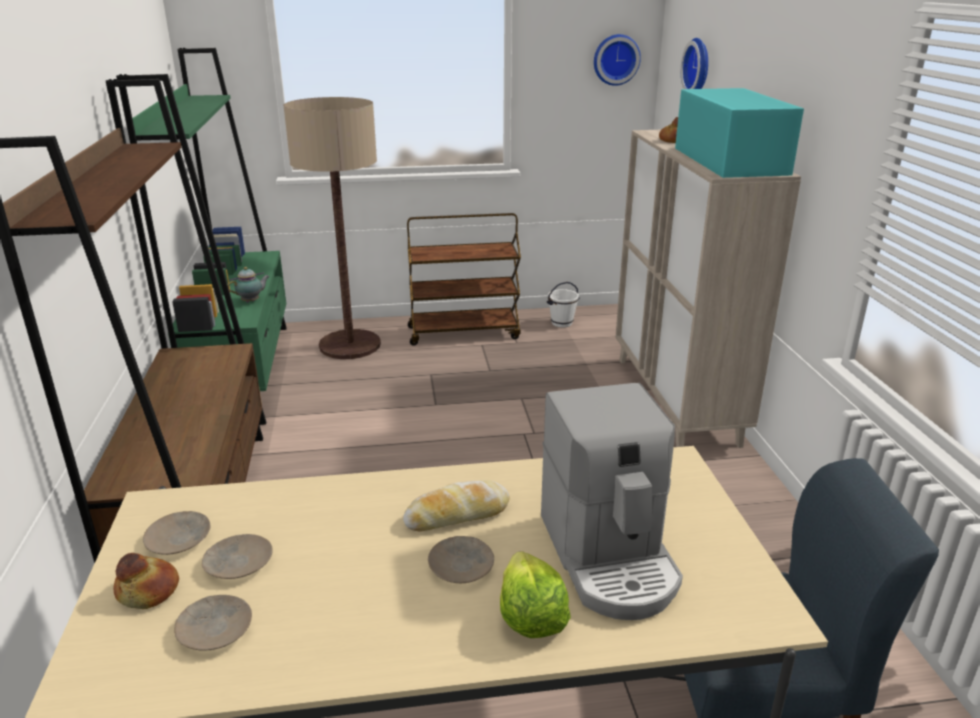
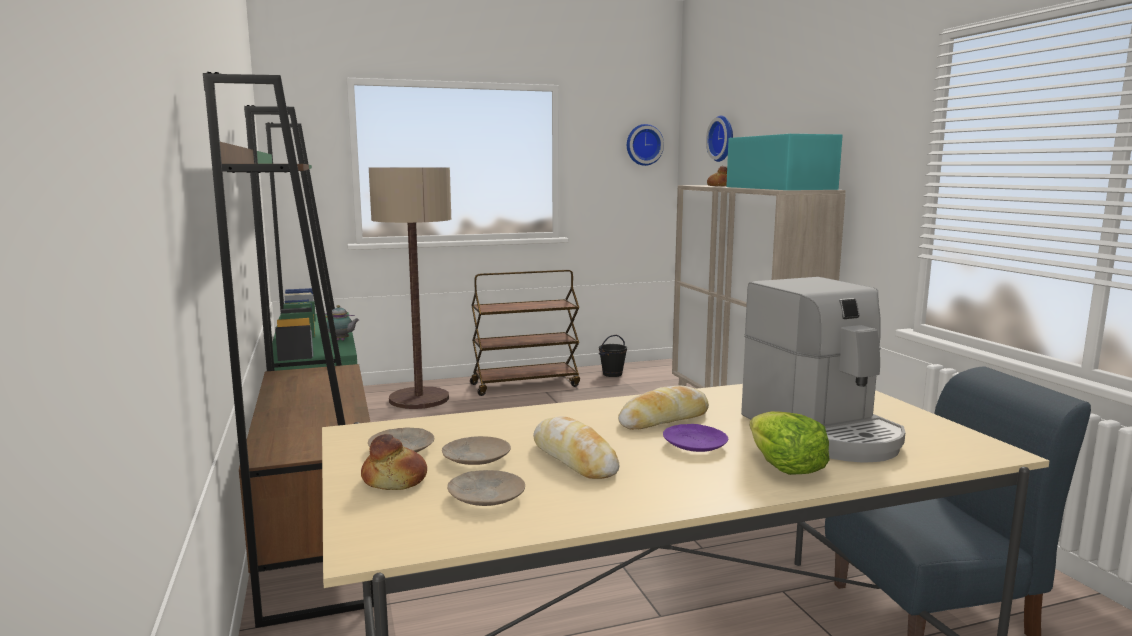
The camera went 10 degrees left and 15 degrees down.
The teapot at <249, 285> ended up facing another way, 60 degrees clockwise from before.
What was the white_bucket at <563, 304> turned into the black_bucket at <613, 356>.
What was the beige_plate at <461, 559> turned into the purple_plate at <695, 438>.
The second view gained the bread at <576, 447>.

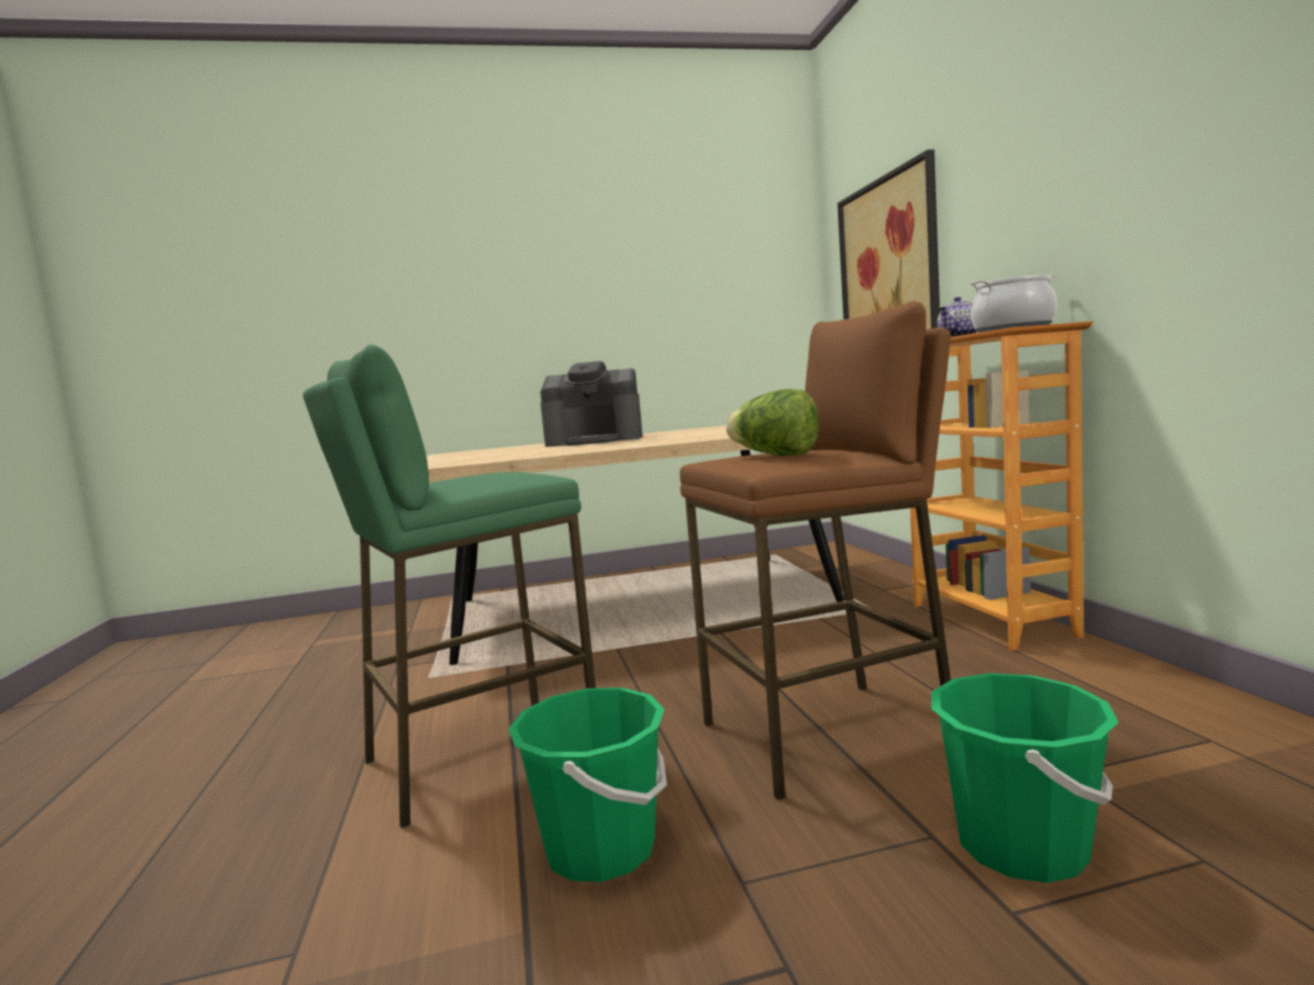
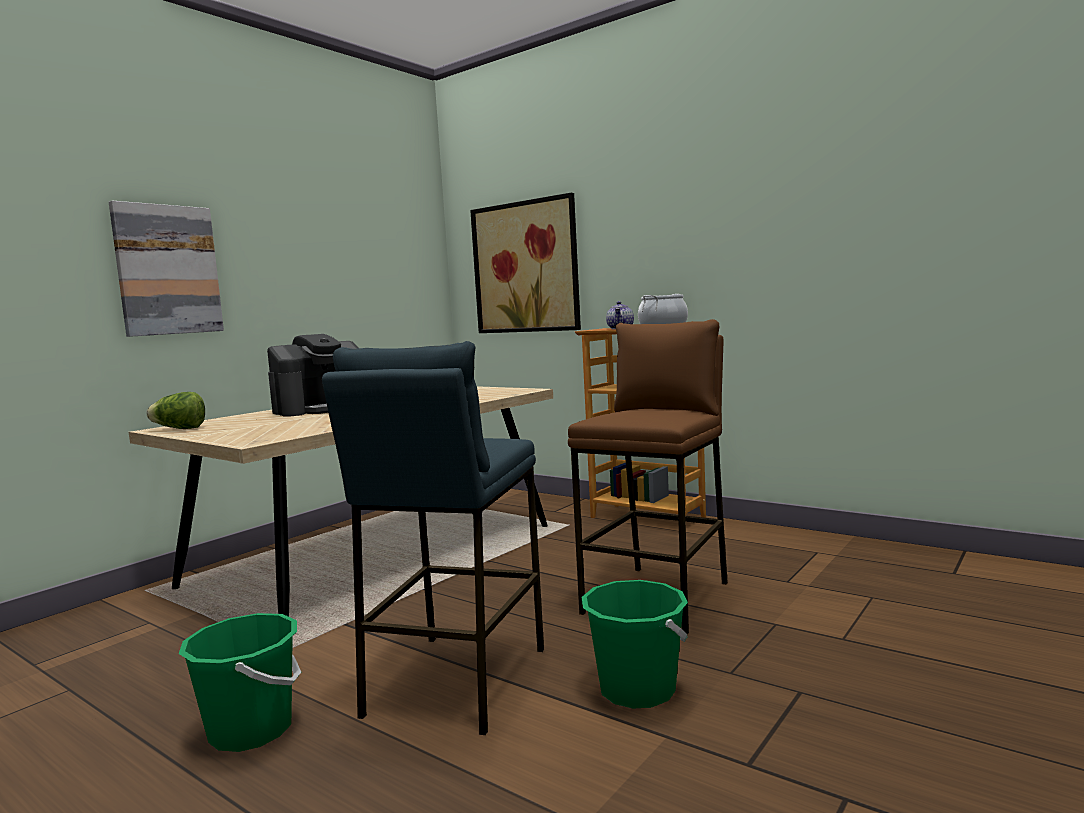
The camera went 40 degrees left and 0 degrees up.
What was the green_stool at <449, 586> turned into the blue_stool at <433, 538>.
The lettuce ended up elsewhere, having gone from <772, 422> to <176, 410>.
The green_bucket ended up elsewhere, having gone from <1025, 778> to <240, 682>.
The second view gained the picture at <166, 269>.

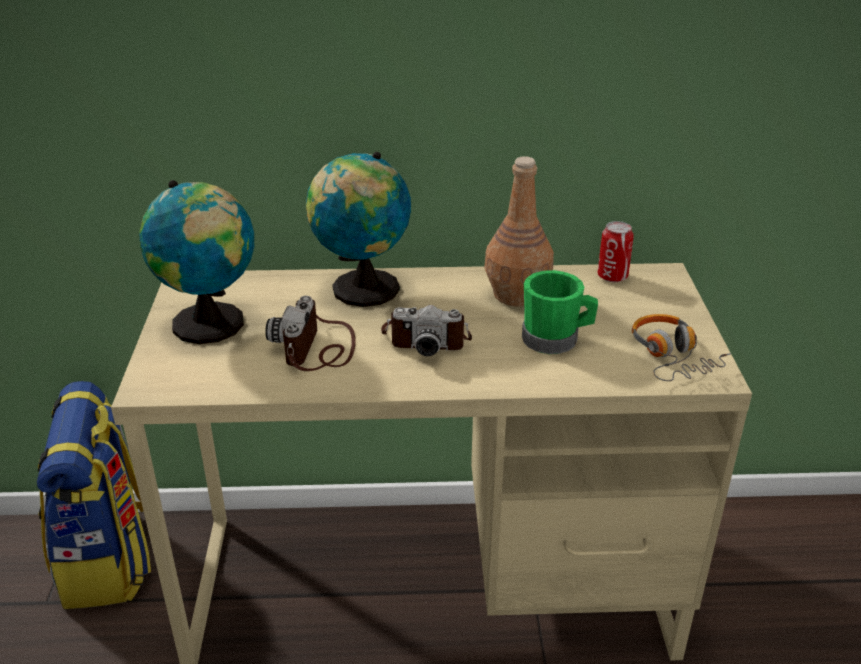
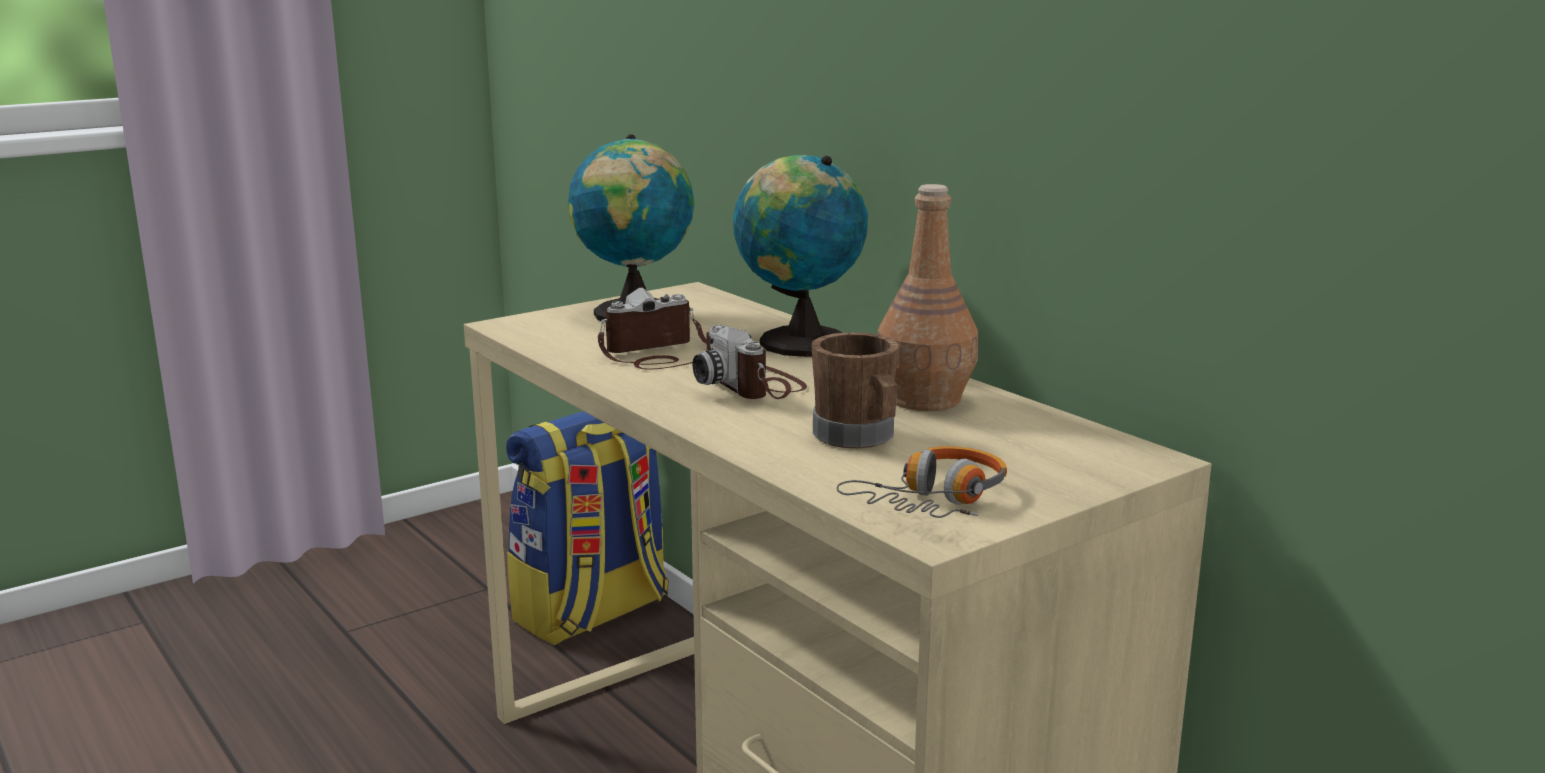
The camera went 55 degrees right and 15 degrees down.
The second view lost the can at <616, 251>.
What was the green_mug at <560, 312> turned into the brown_mug at <855, 390>.

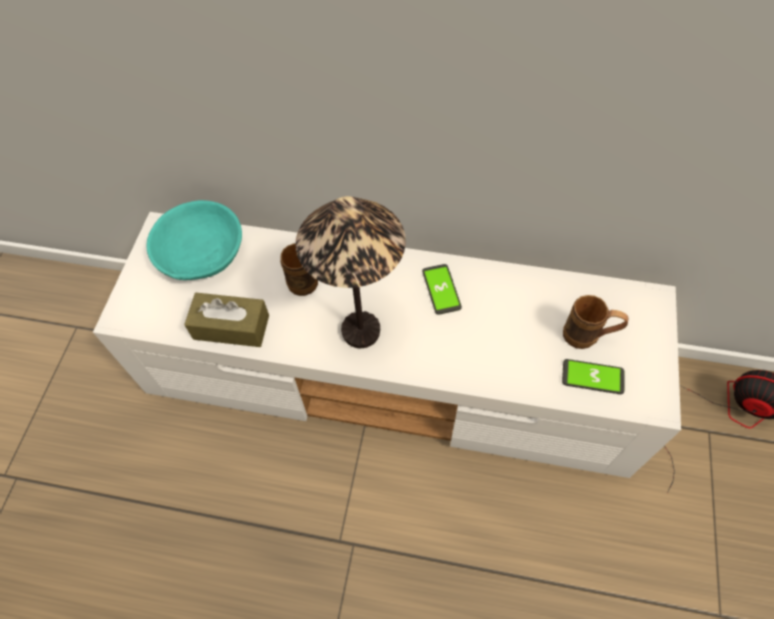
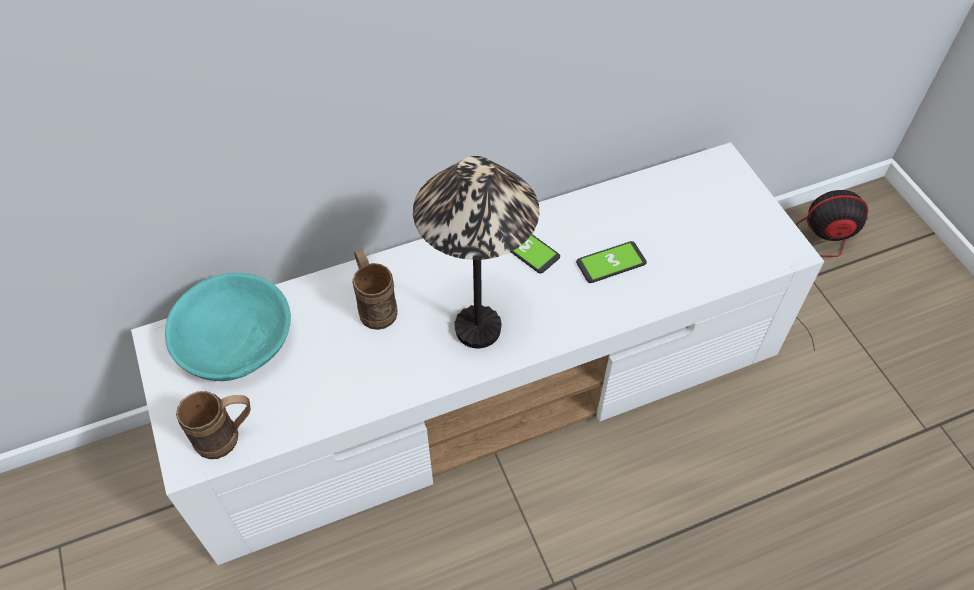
The camera went 35 degrees left and 5 degrees down.
The second view lost the brown_tissue_box at <226, 320>.
The brown_mug ended up elsewhere, having gone from <595, 322> to <213, 425>.
The phone ended up elsewhere, having gone from <593, 376> to <611, 262>.

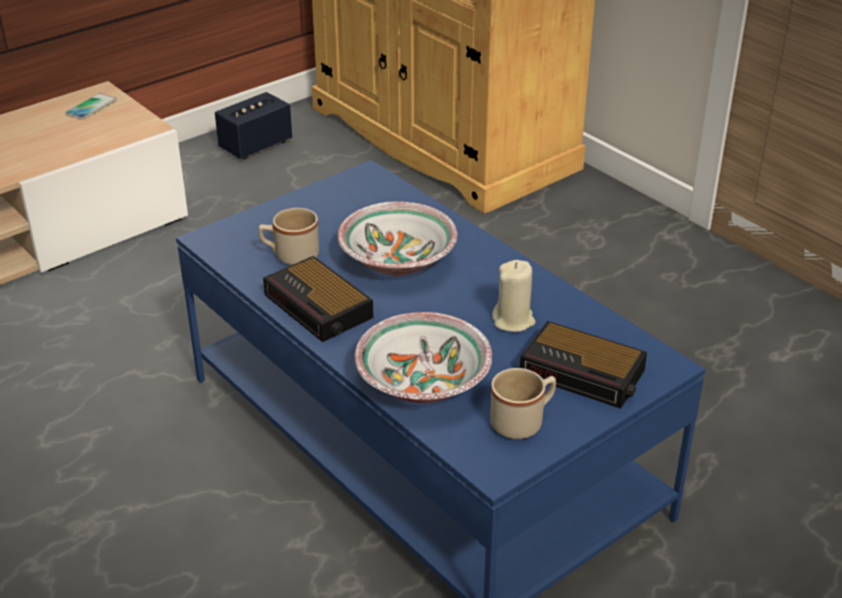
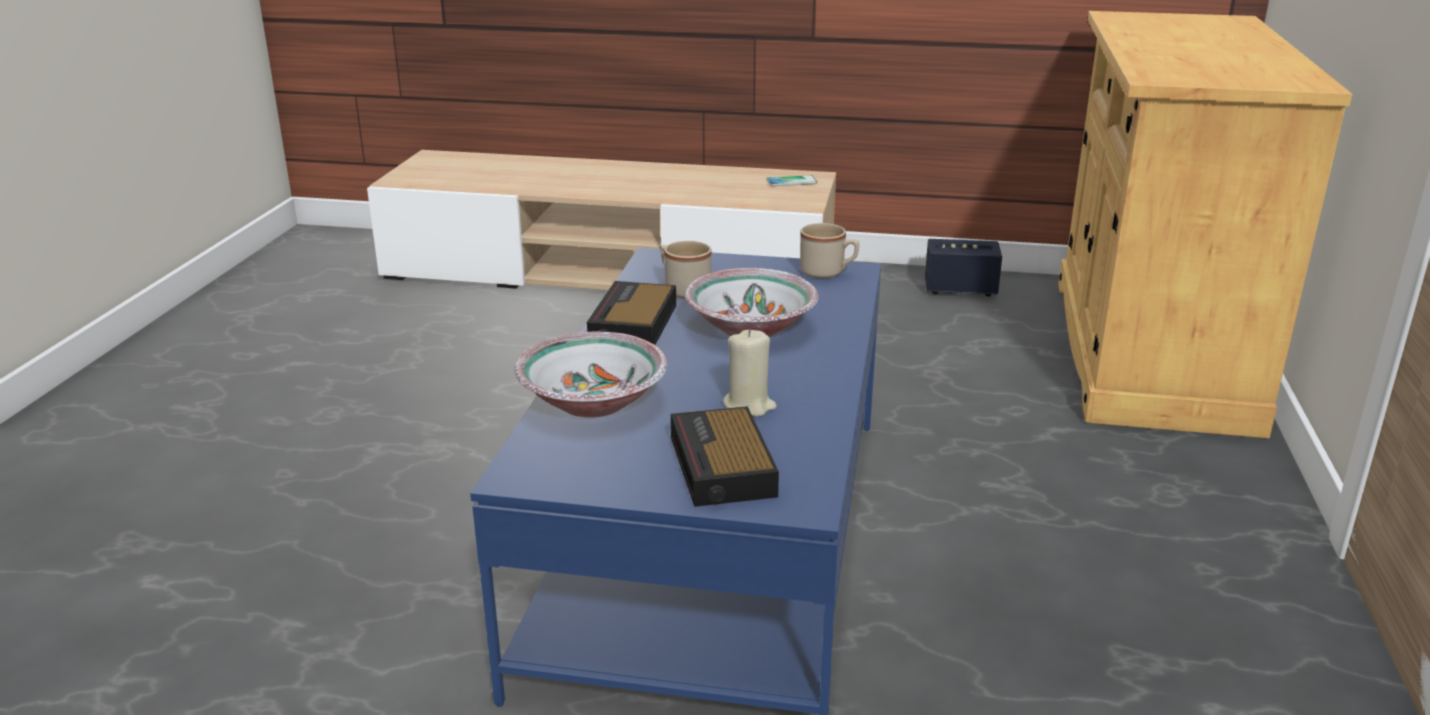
The camera went 50 degrees right and 10 degrees down.
The beige_mug ended up elsewhere, having gone from <523, 403> to <829, 251>.

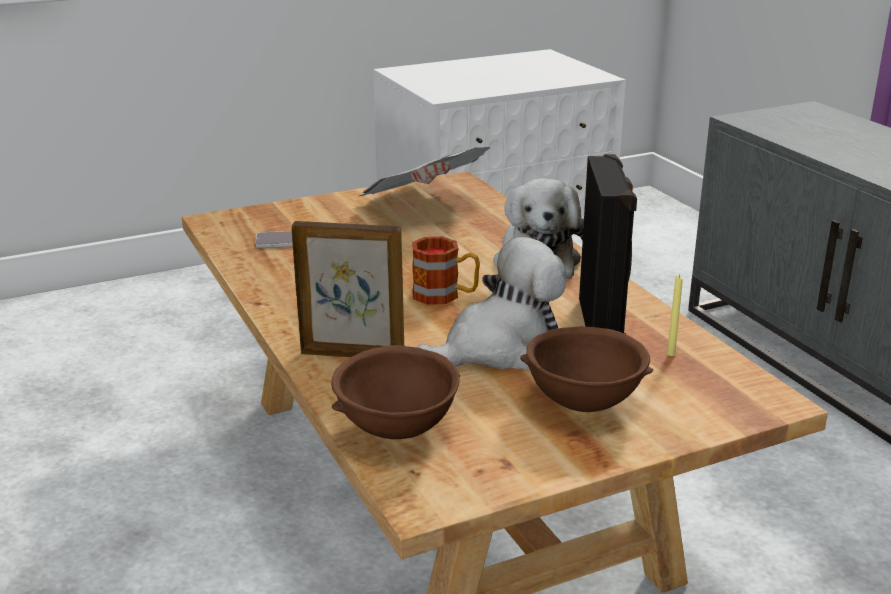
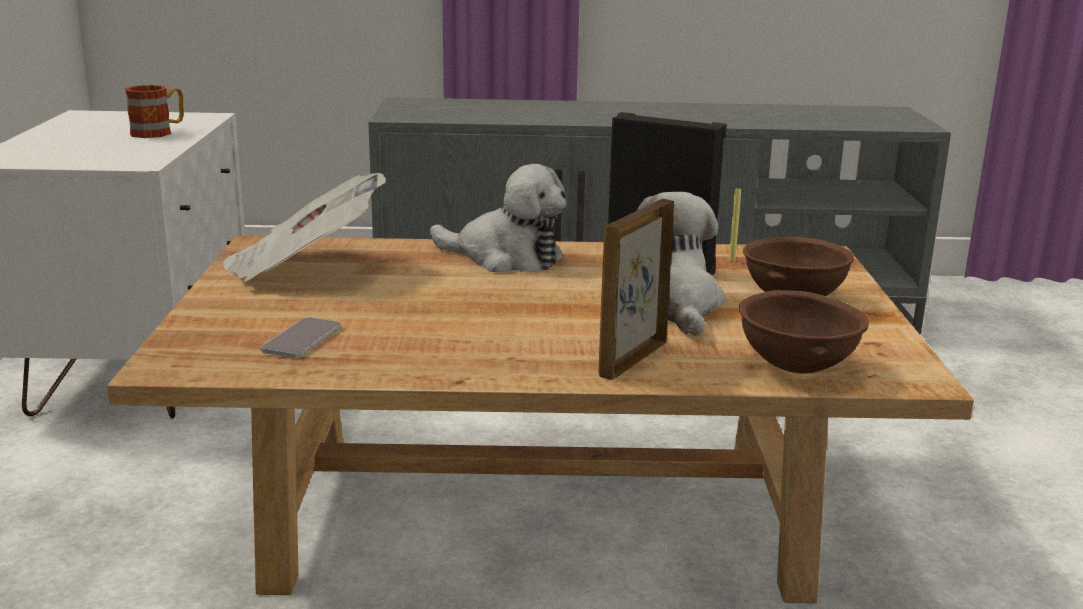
The camera went 65 degrees left and 5 degrees down.
The mug ended up elsewhere, having gone from <446, 270> to <154, 111>.

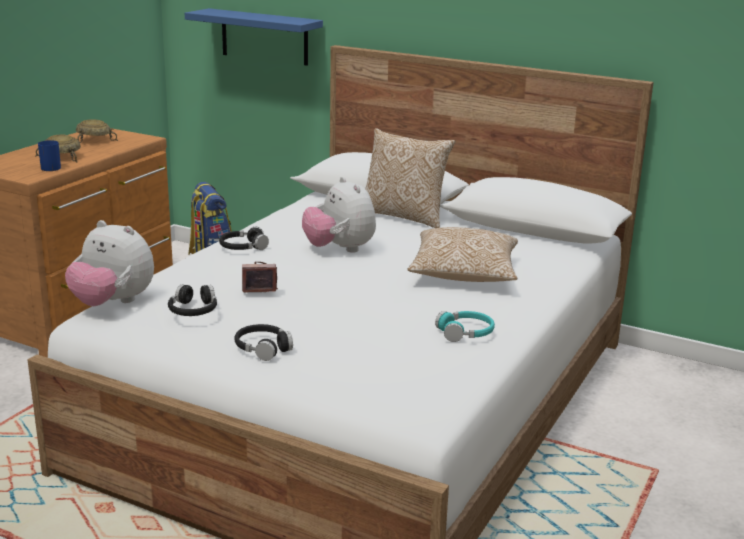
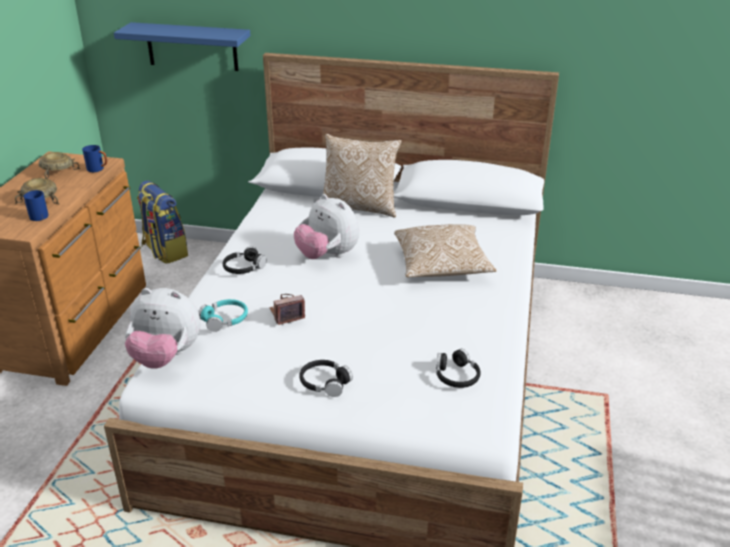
The camera went 15 degrees left and 10 degrees up.
The black_headphones ended up elsewhere, having gone from <192, 300> to <458, 368>.
The turquoise_headphones ended up elsewhere, having gone from <465, 326> to <223, 315>.
The second view gained the blue_mug at <94, 158>.

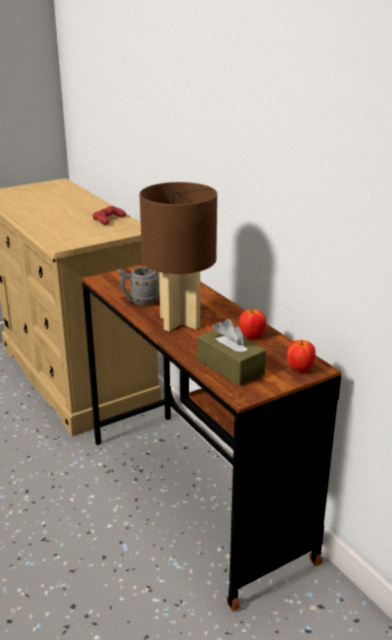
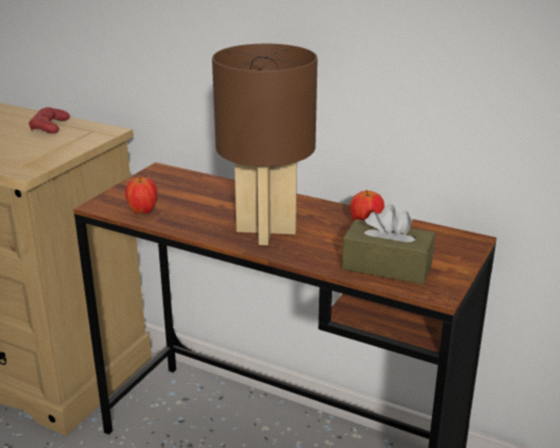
The camera went 30 degrees left and 0 degrees up.
The second view lost the grey_mug at <139, 286>.
The apple ended up elsewhere, having gone from <301, 356> to <141, 195>.

